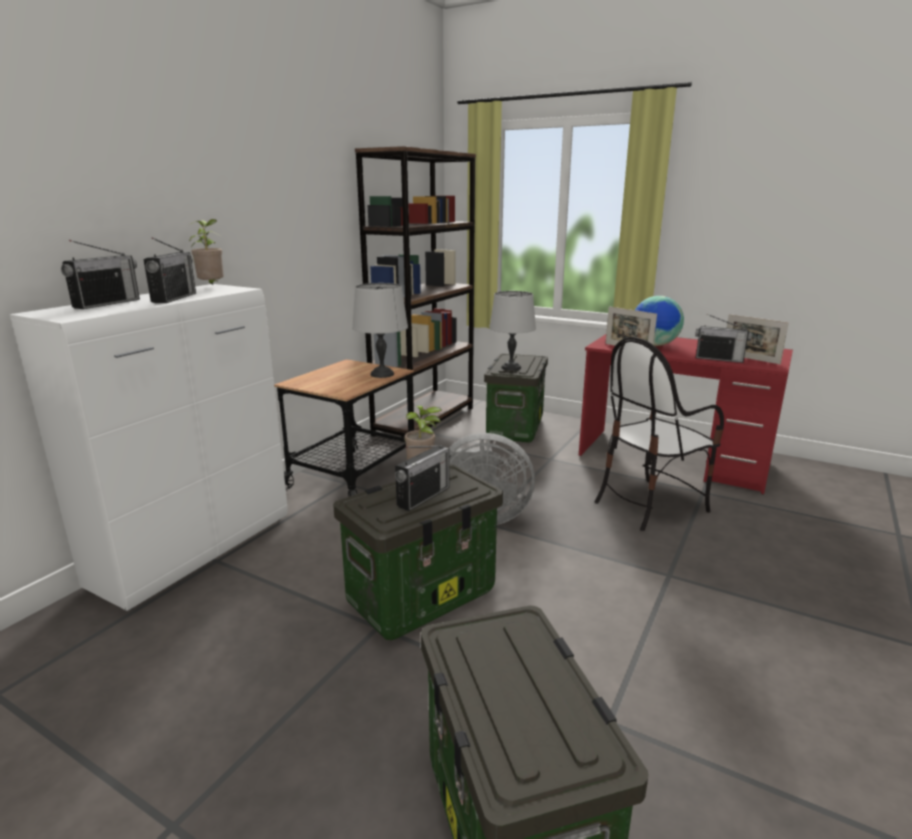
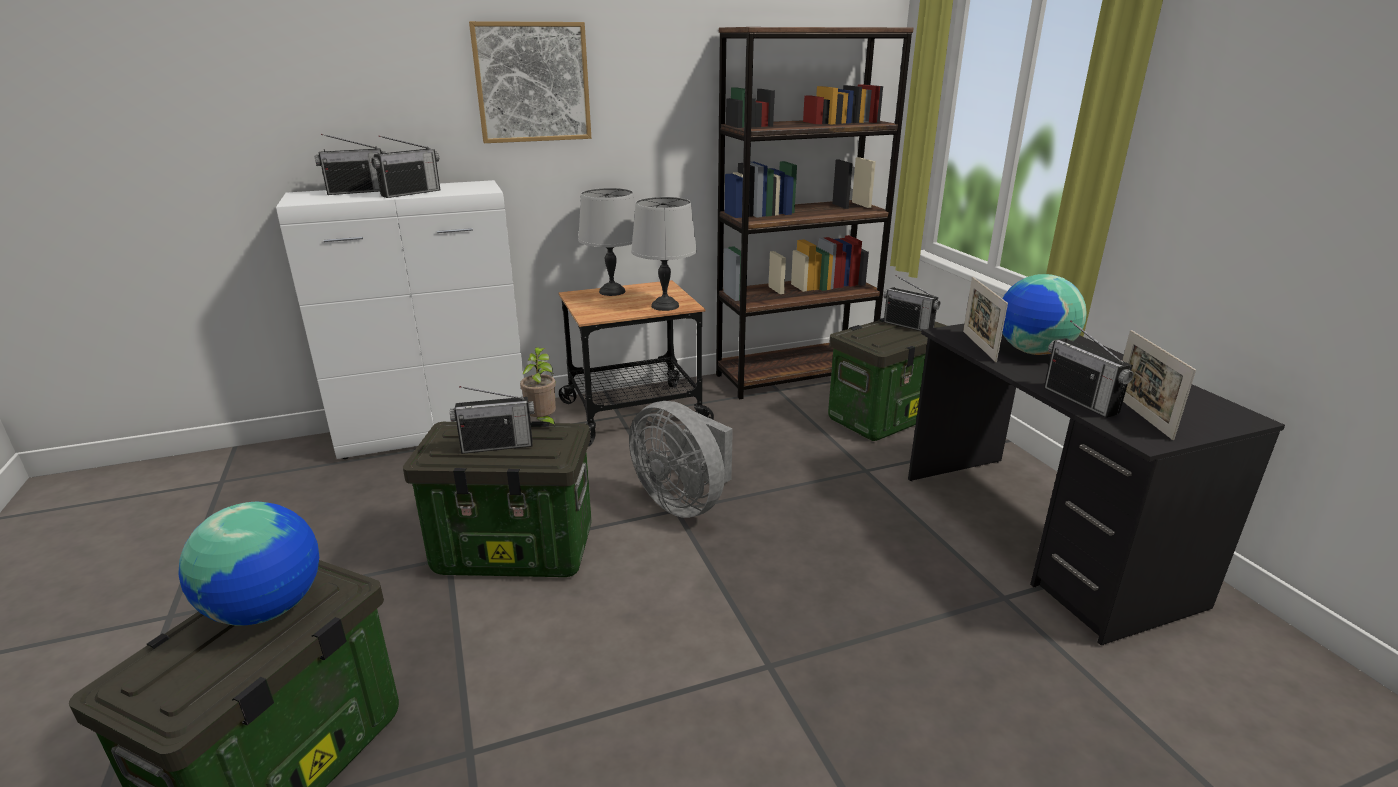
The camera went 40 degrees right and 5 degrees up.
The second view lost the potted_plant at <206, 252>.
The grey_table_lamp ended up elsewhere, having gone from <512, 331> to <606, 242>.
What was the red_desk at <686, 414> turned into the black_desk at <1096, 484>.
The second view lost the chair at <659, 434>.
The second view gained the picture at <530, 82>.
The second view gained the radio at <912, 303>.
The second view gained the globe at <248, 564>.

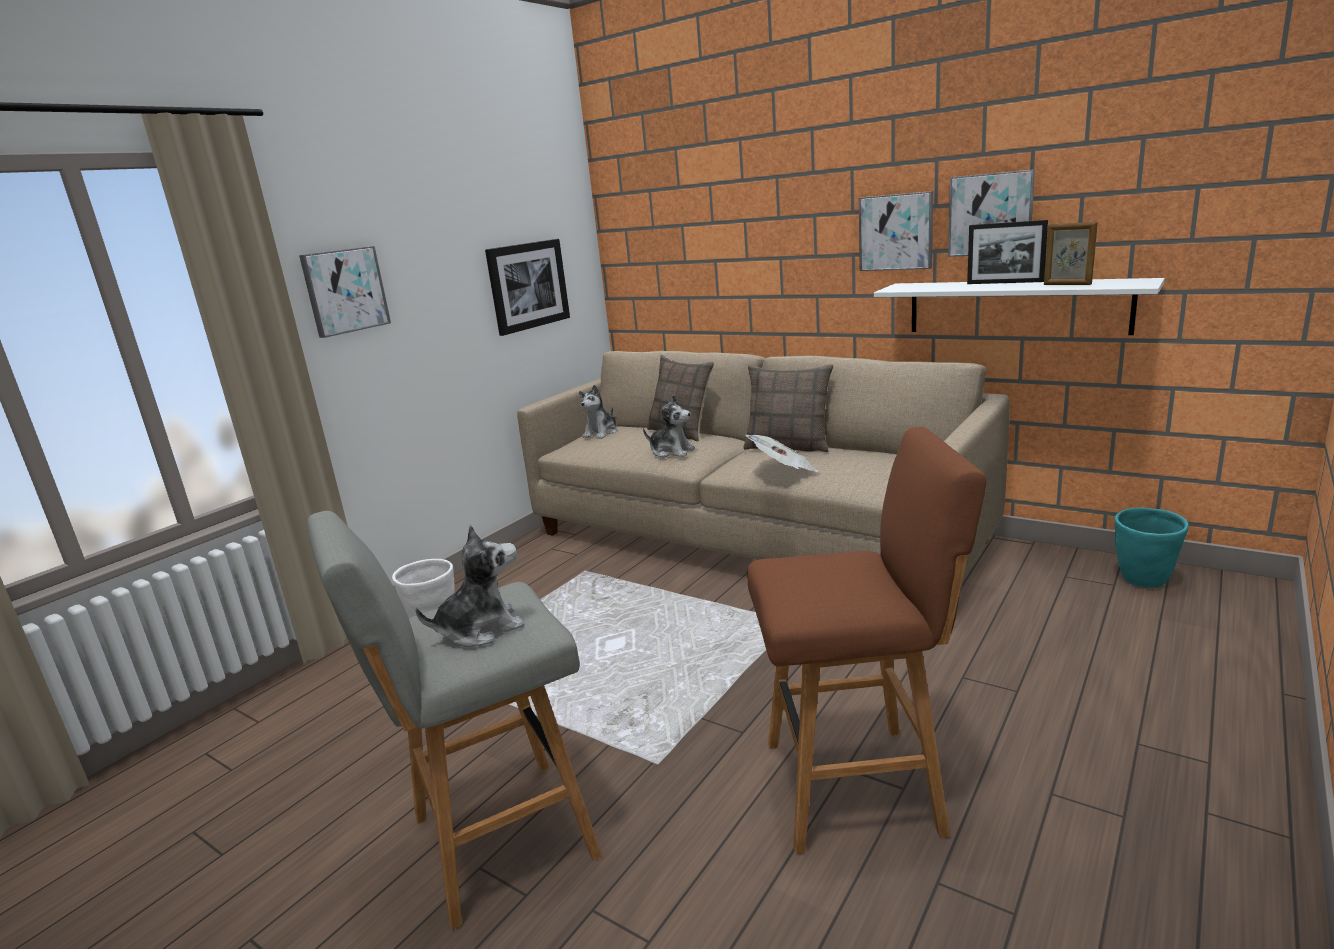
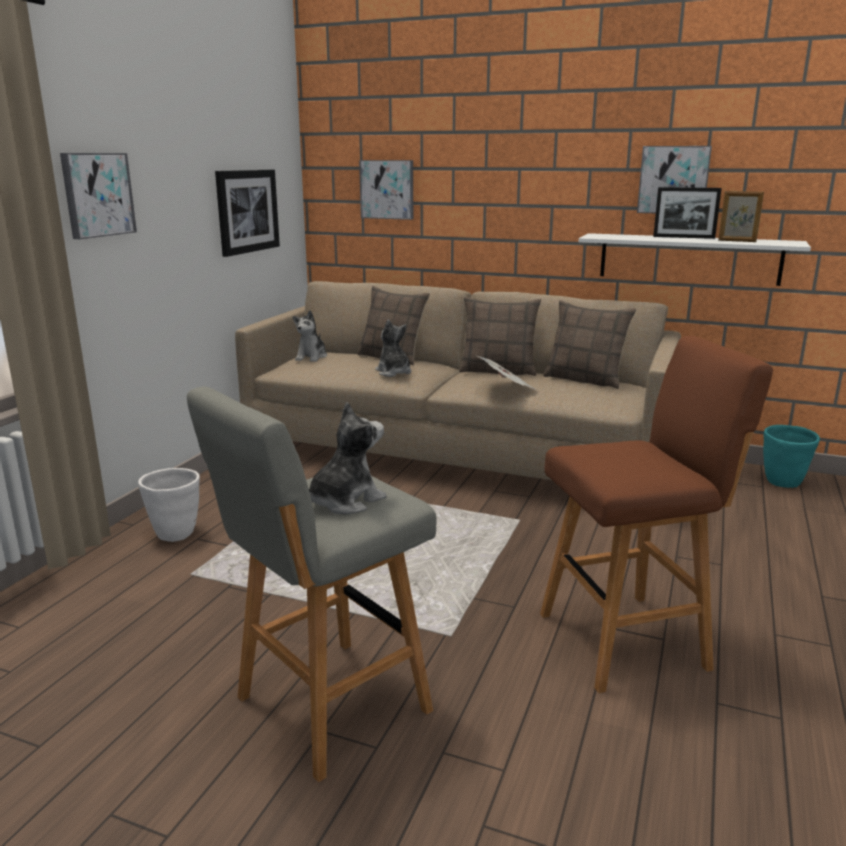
The camera went 15 degrees left and 0 degrees up.
The picture ended up elsewhere, having gone from <896, 231> to <386, 190>.
The plush_toy at <669, 426> ended up facing another way, 135 degrees counterclockwise from before.
The second view gained the pillow at <589, 344>.

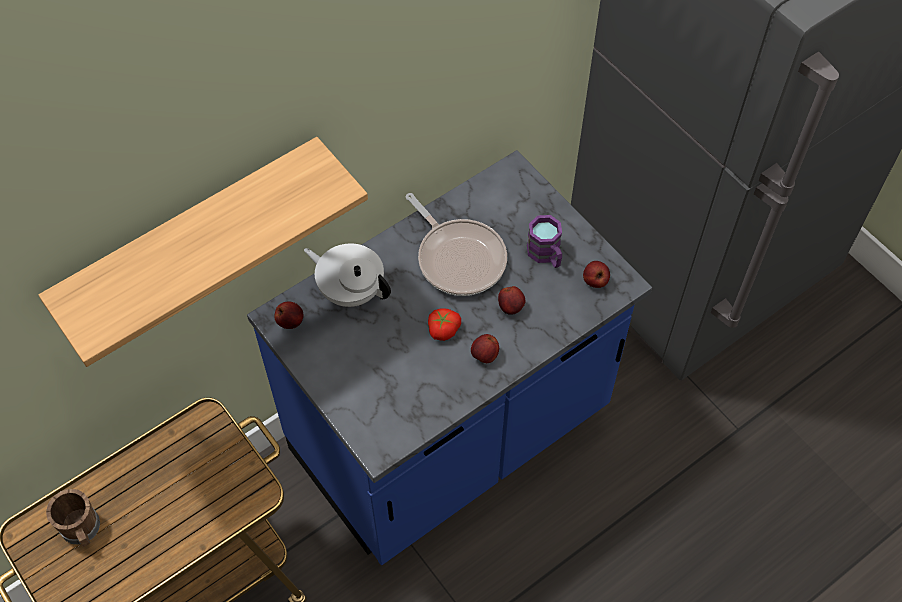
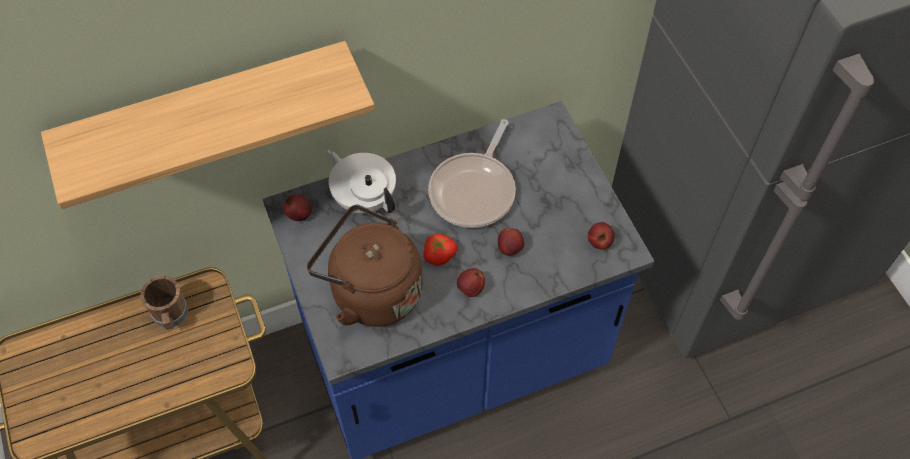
The camera went 15 degrees right and 0 degrees up.
The frying_pan at <456, 244> ended up facing another way, 45 degrees clockwise from before.
The second view lost the purple_mug at <544, 241>.
The brown_mug ended up elsewhere, having gone from <73, 518> to <164, 303>.
The second view gained the brown_kettle at <365, 265>.

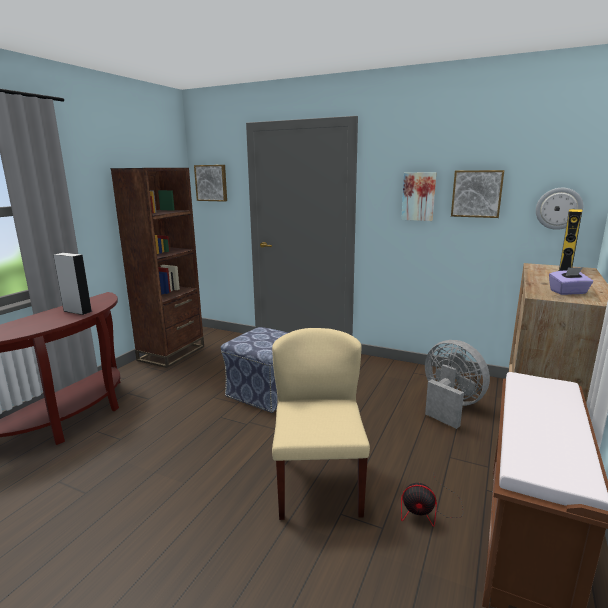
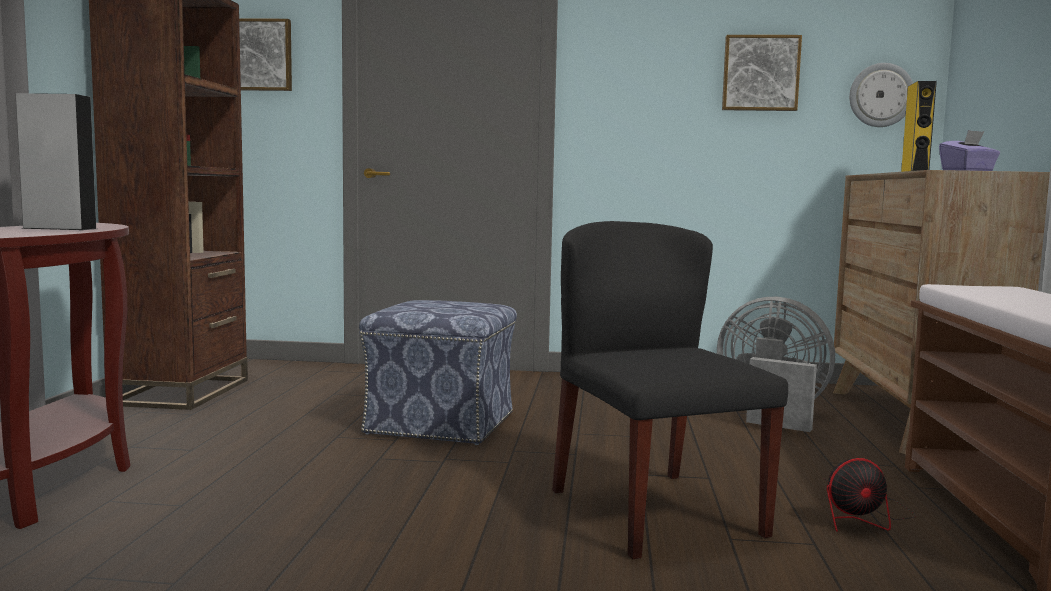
The camera went 20 degrees left and 10 degrees down.
The second view lost the picture at <418, 197>.
What was the beige_chair at <321, 424> turned into the black_chair at <670, 390>.

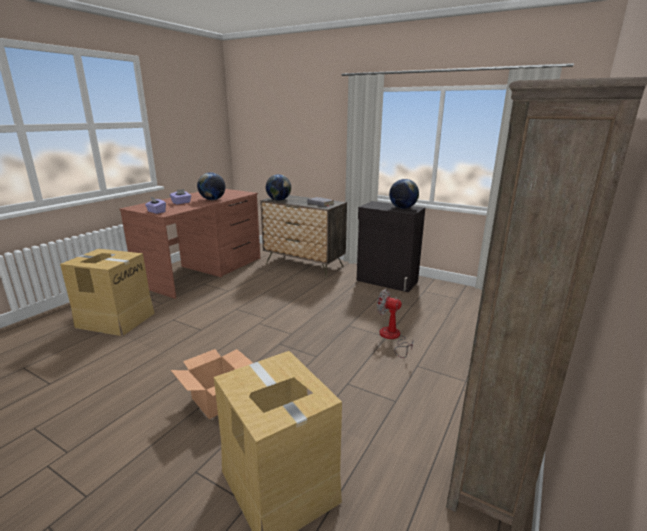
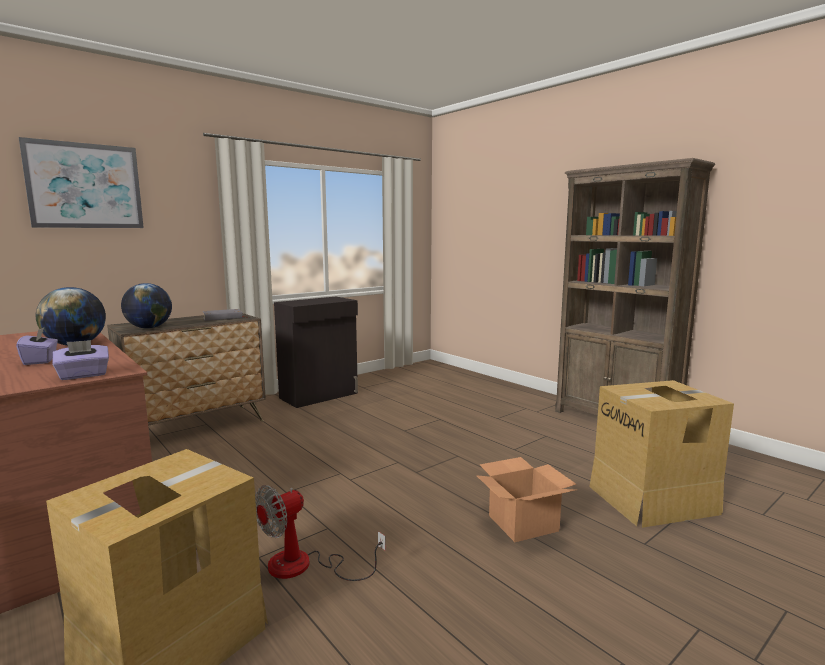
The camera went 70 degrees left and 10 degrees down.
The second view lost the globe at <404, 194>.
The fan ended up elsewhere, having gone from <395, 323> to <320, 533>.
The second view gained the picture at <81, 182>.

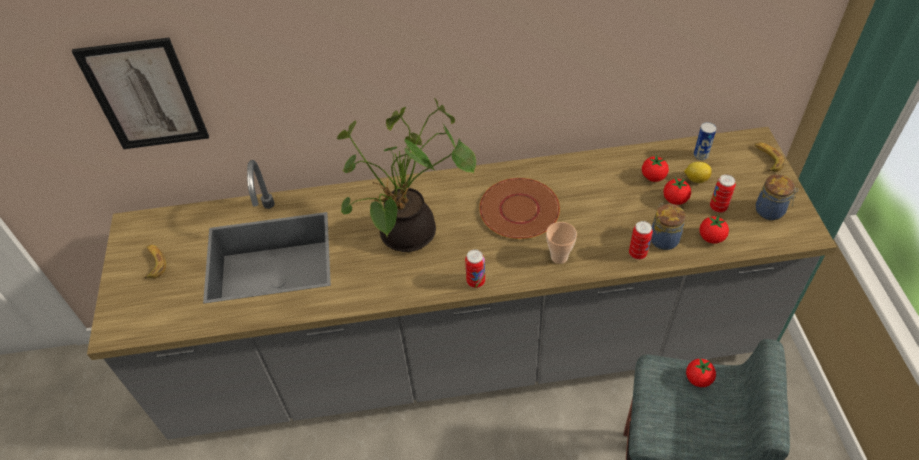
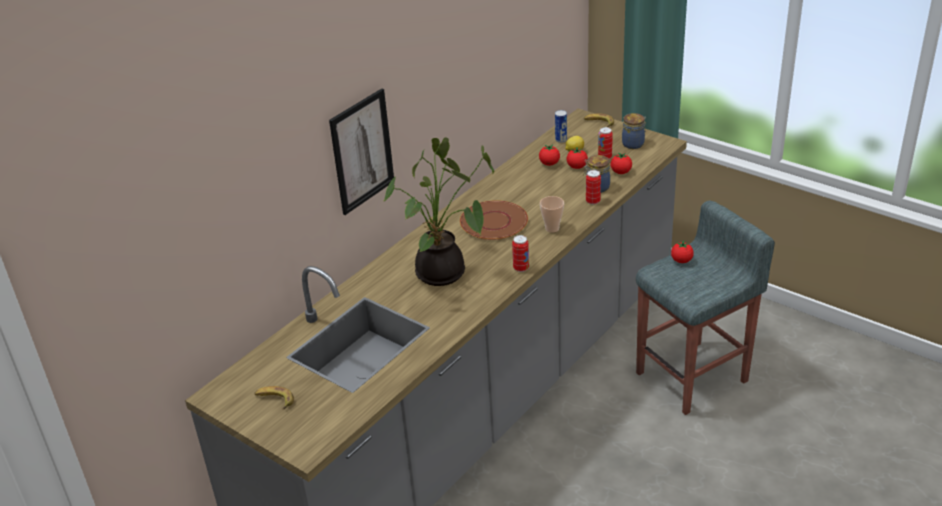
The camera went 45 degrees left and 15 degrees down.
The picture ended up elsewhere, having gone from <140, 93> to <361, 152>.

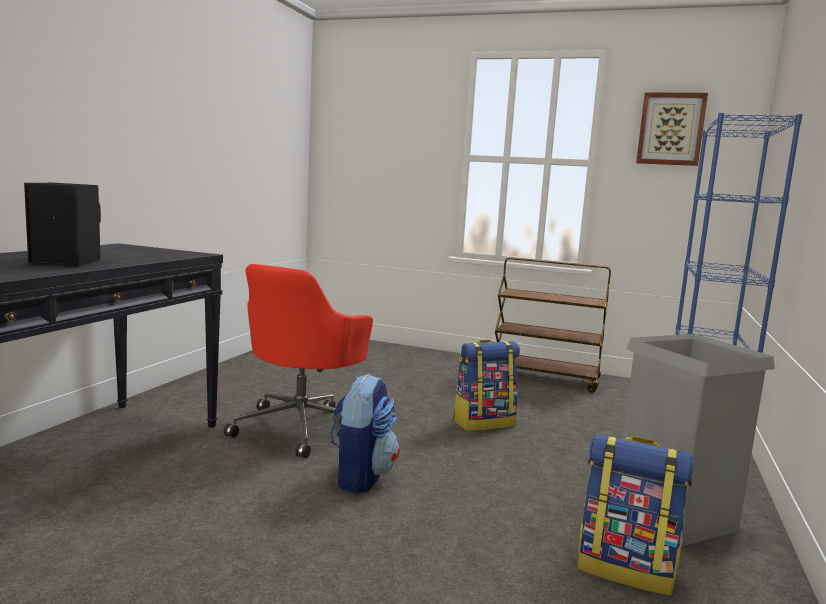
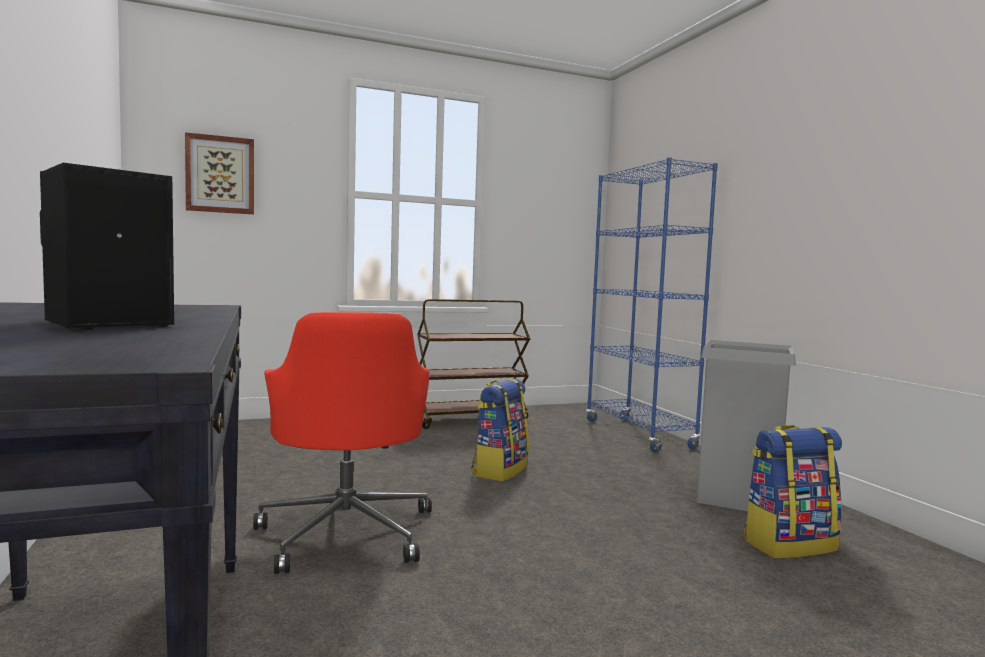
The camera went 40 degrees left and 5 degrees down.
The picture ended up elsewhere, having gone from <672, 129> to <219, 173>.
The second view lost the backpack at <365, 434>.

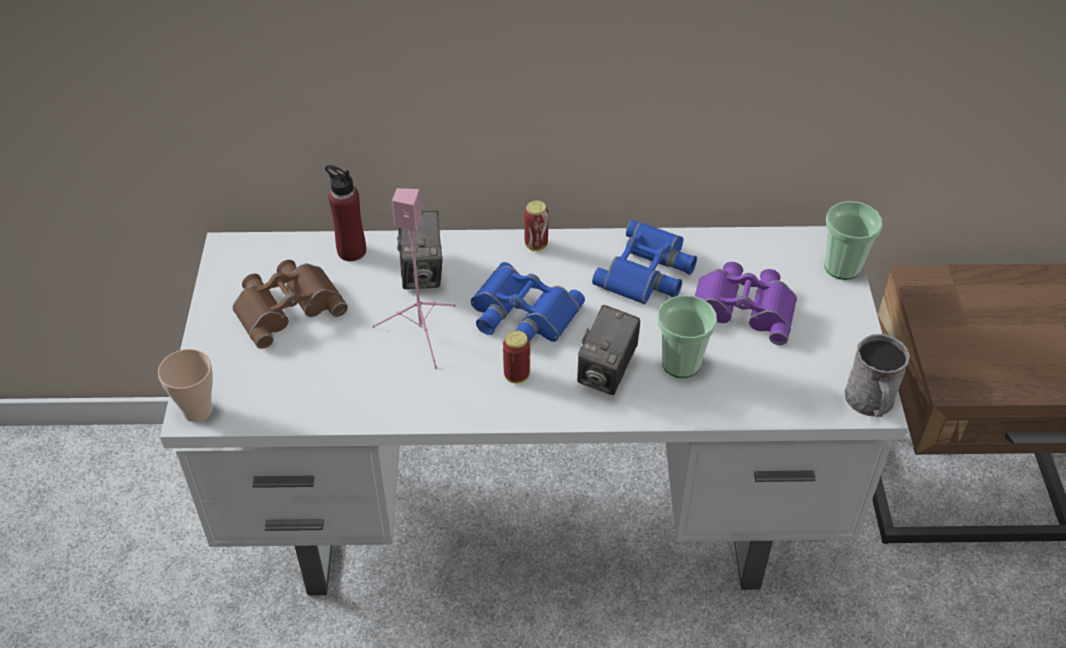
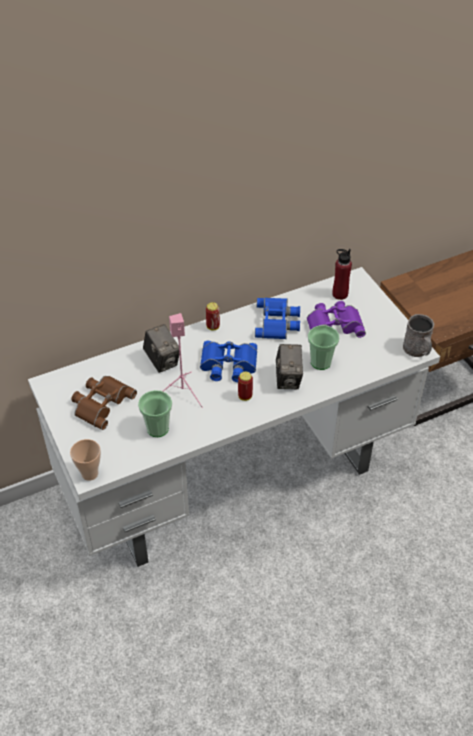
The camera went 25 degrees left and 0 degrees up.
The red_bottle ended up elsewhere, having gone from <345, 213> to <342, 274>.
The cup ended up elsewhere, having gone from <853, 240> to <155, 413>.

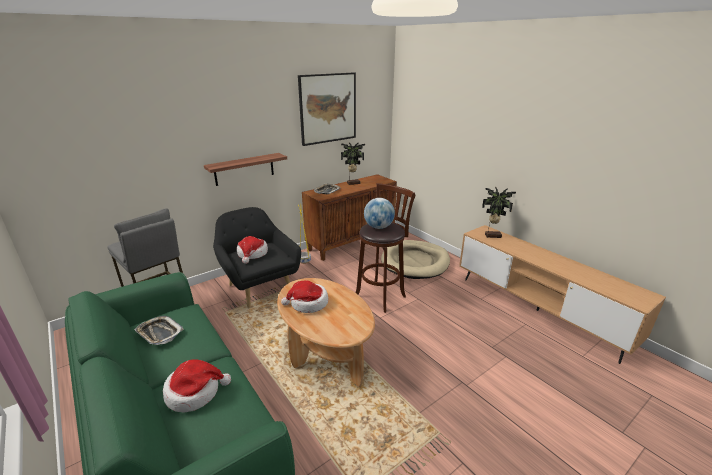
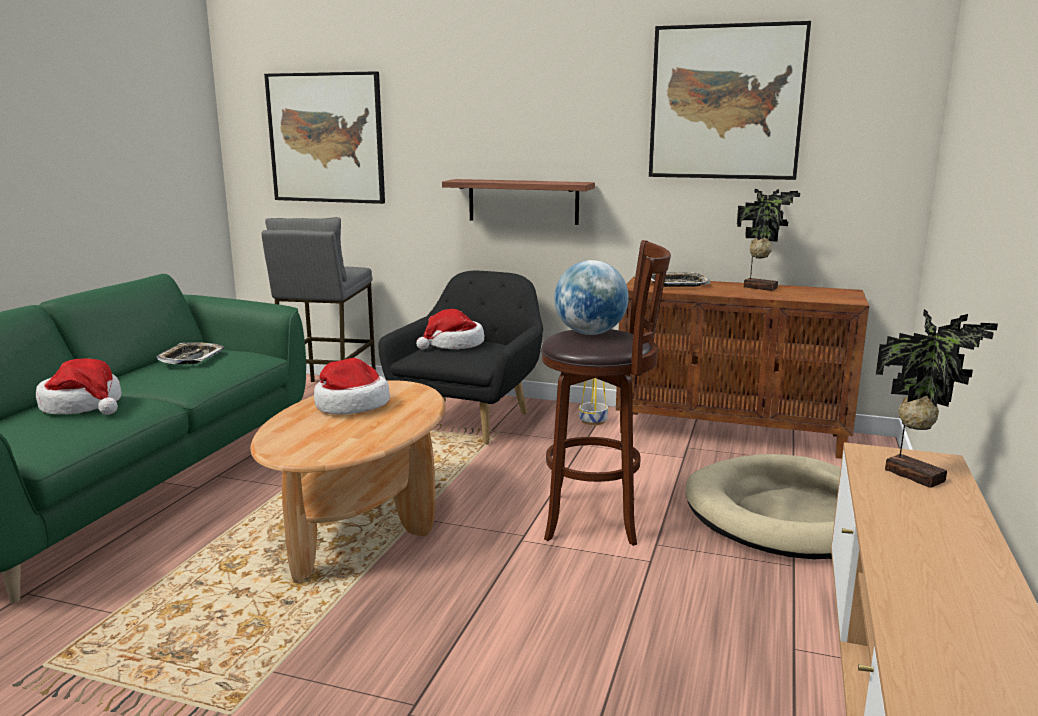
The camera went 55 degrees right and 10 degrees down.
The second view gained the picture at <324, 137>.

